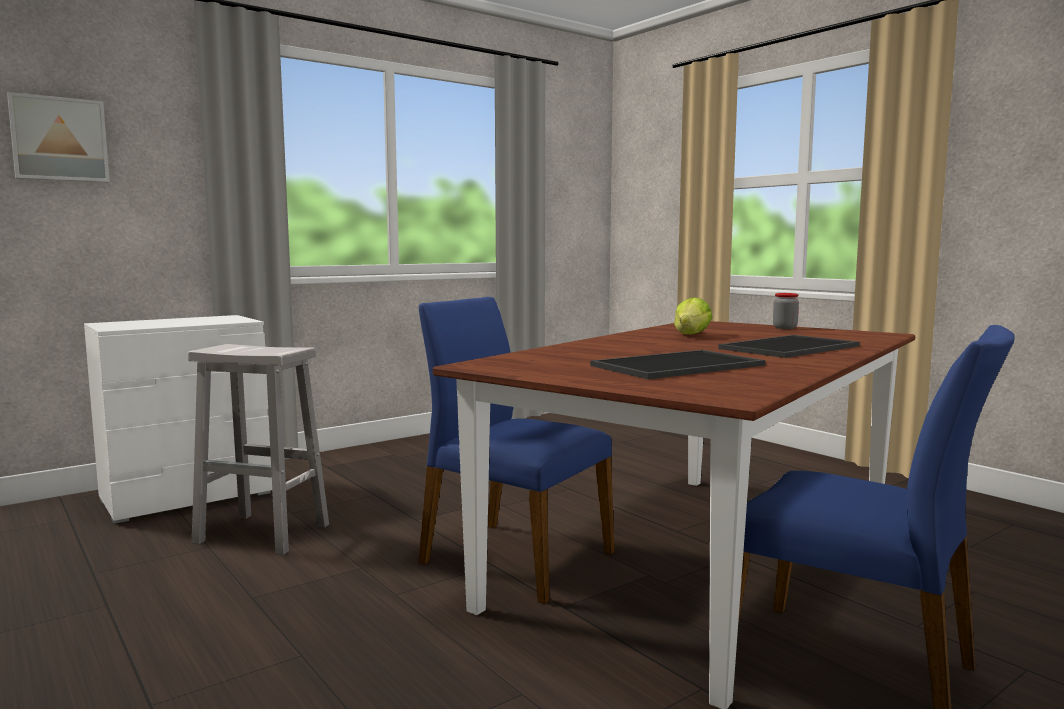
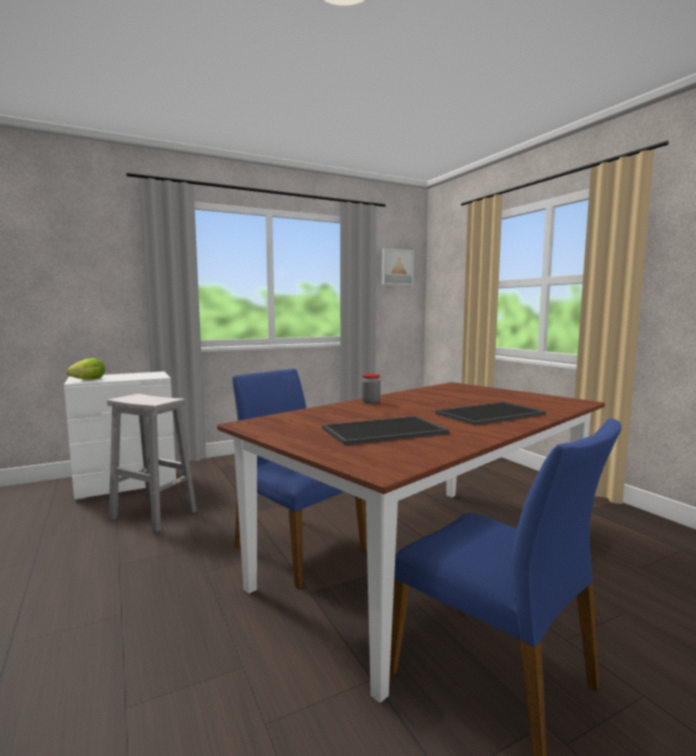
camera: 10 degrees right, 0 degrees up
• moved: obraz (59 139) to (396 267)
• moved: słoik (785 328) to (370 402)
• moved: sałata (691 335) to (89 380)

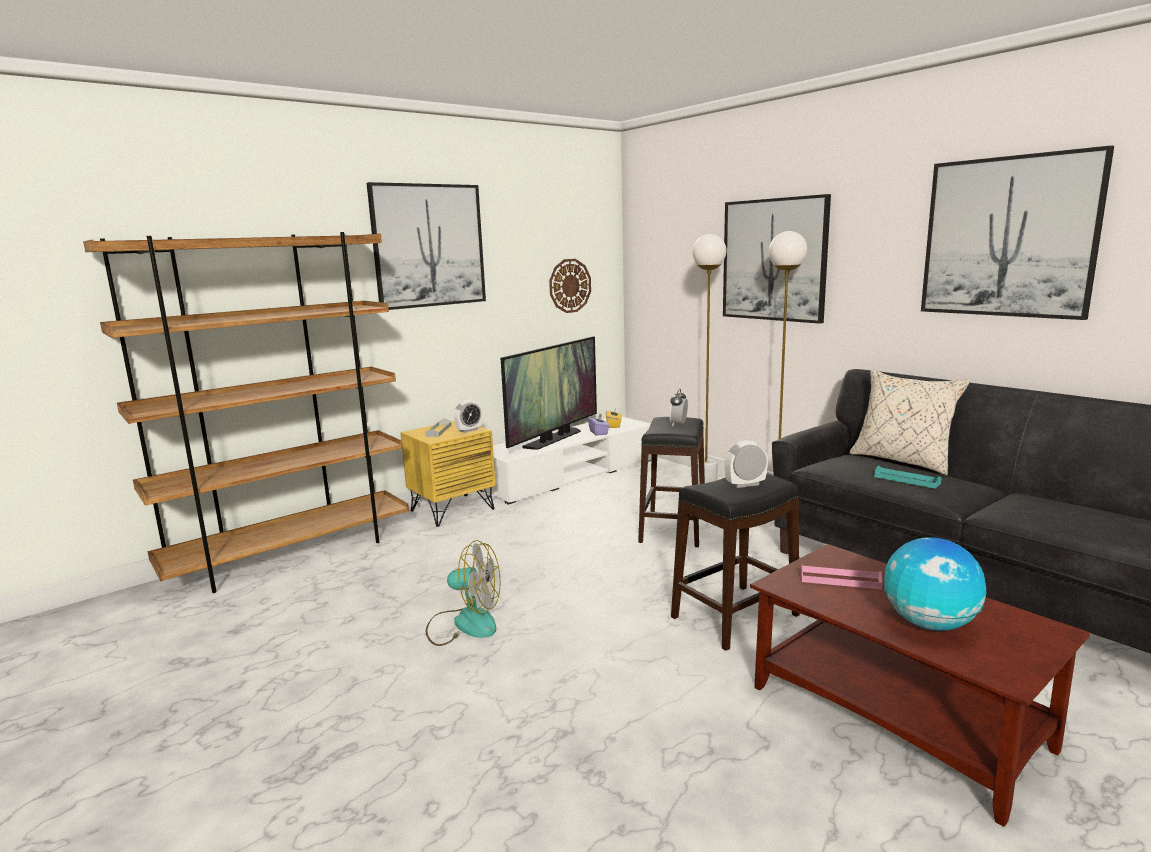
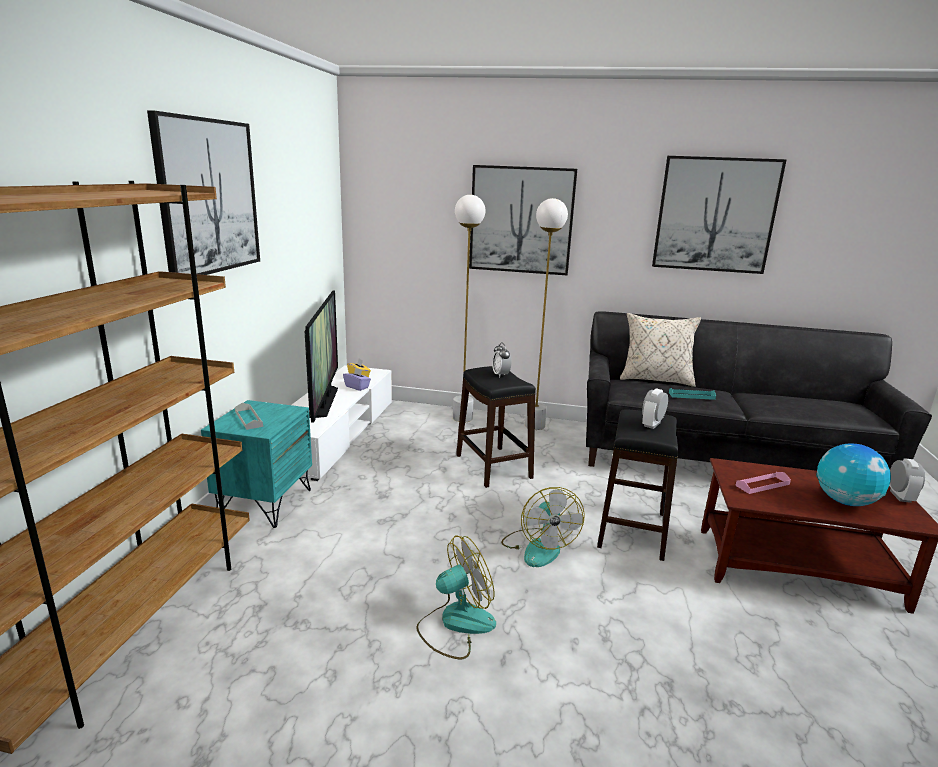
camera: 40 degrees left, 5 degrees up
• removed: zegar ścienny (570 285)
• moved: budzik (469 430) to (900 496)
• recoloured: szafka nocna (żółty) (452 510) to szafka nocna (turkusowy) (264 503)
• added: wentylator (538 547)

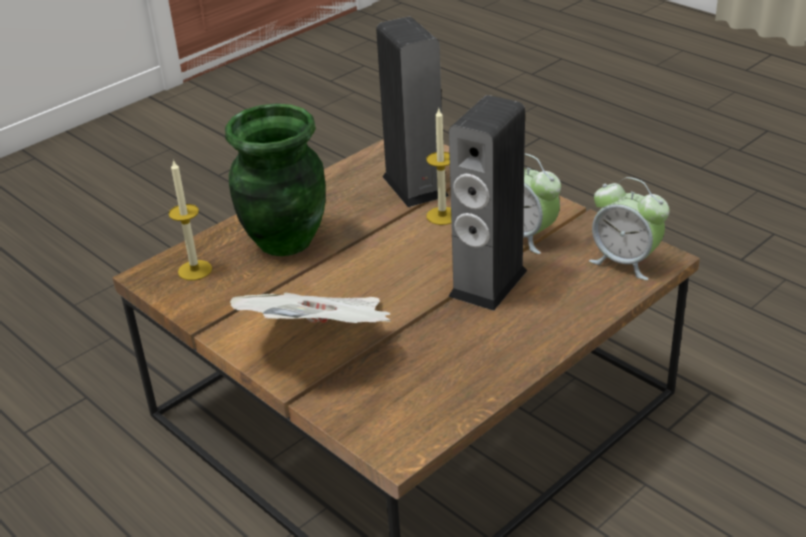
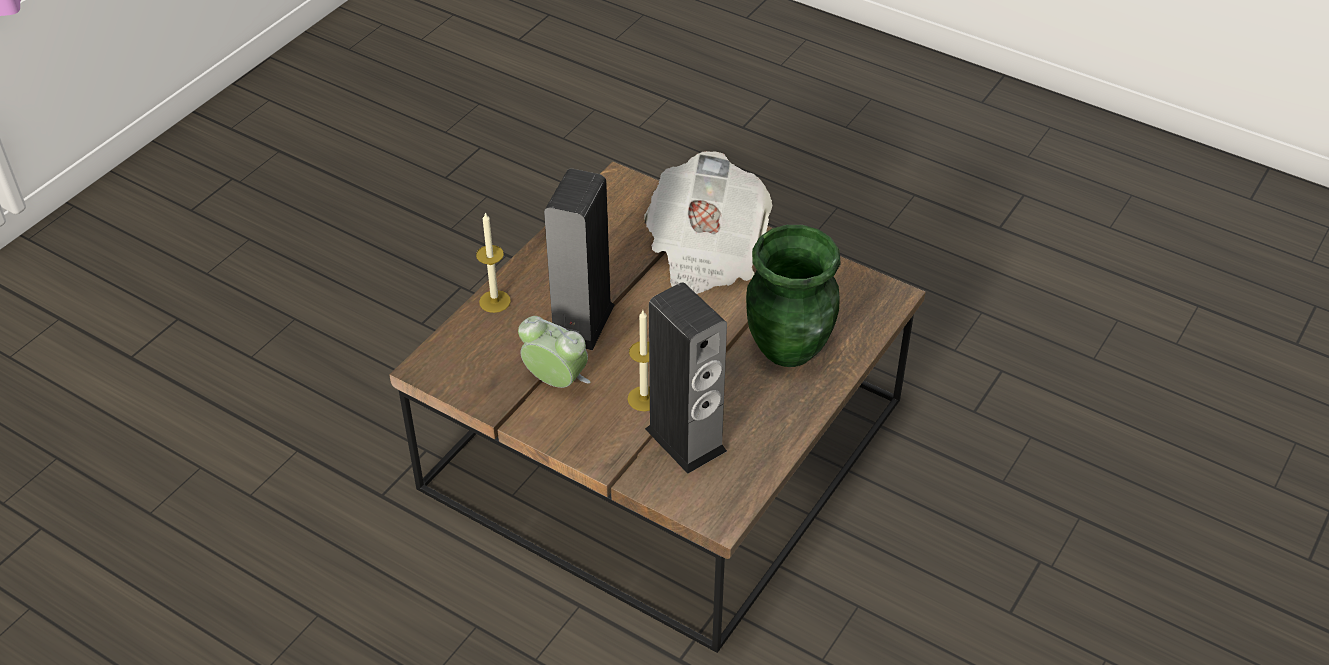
camera: 165 degrees right, 10 degrees up
• moved: świeca (195 270) to (495 301)
• removed: budzik (625 262)

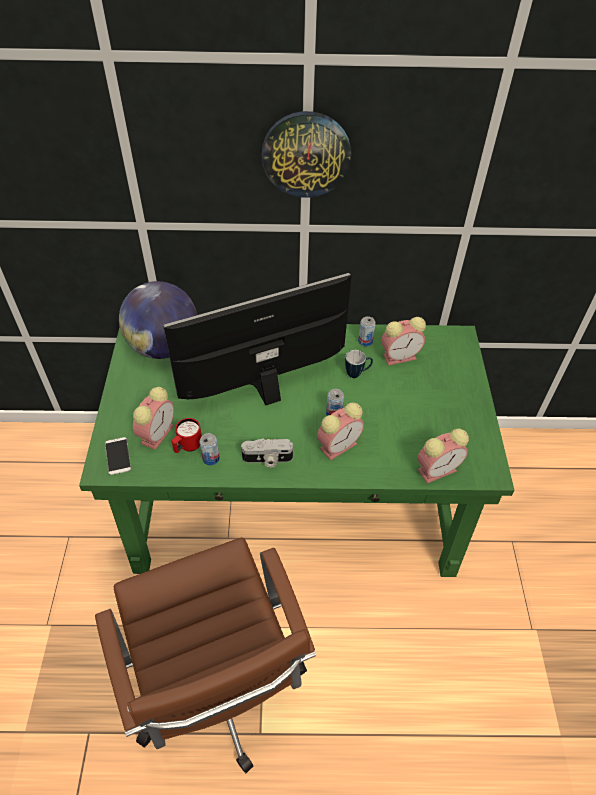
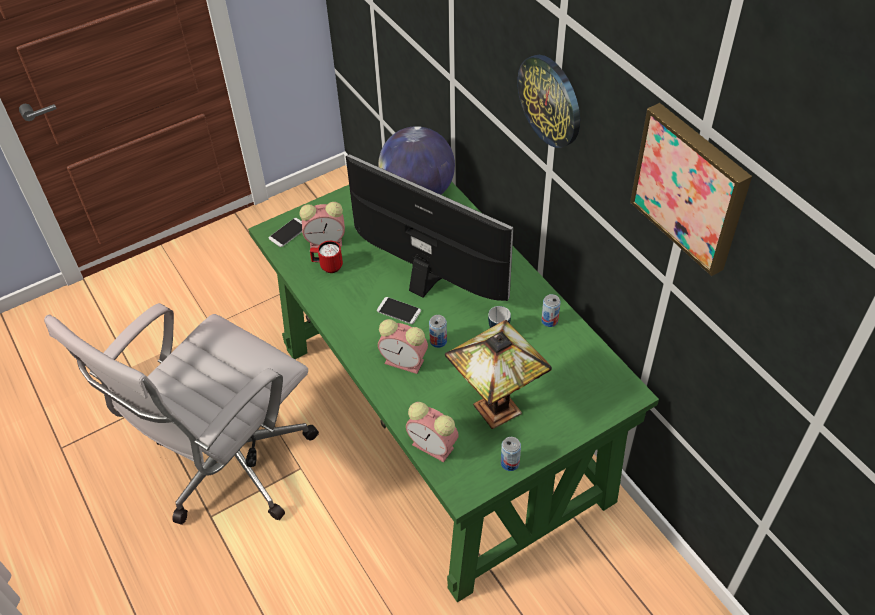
camera: 60 degrees right, 0 degrees up
• removed: budzik (400 356)
• moved: puszka (211 458) to (510 463)
• removed: aparat fotograficzny (267 459)
• recoloured: krzesło biurowe (brązowy) (219 689) to krzesło biurowe (biały) (229 467)
• added: obraz (692 187)
• added: telefon (399 311)
• added: lampa stołowa (495 412)

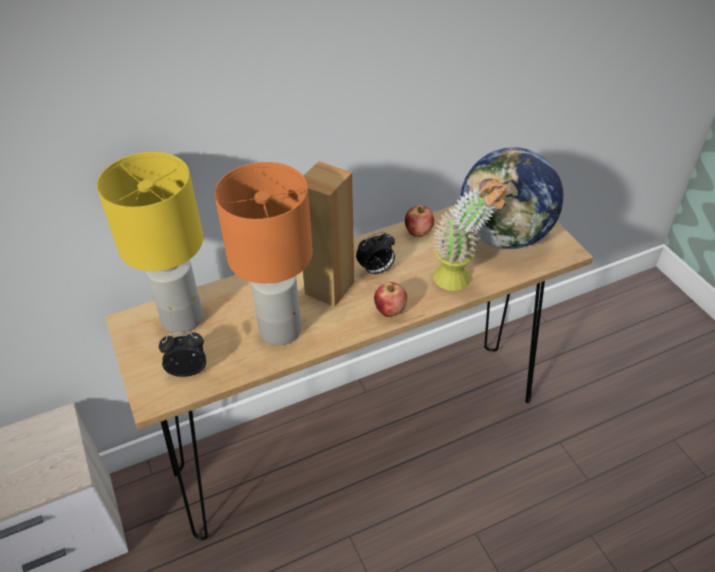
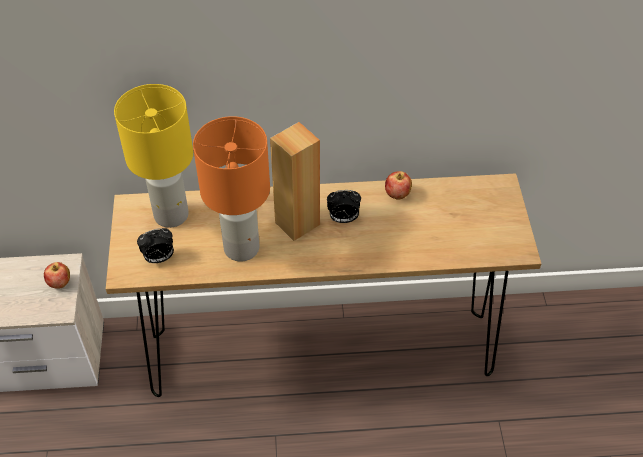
camera: 20 degrees right, 5 degrees up
• removed: globus (505 236)
• removed: roślina doniczkowa (460 282)
• moved: jabłko (390 311) to (60 283)
• turned: budzik (188 369) = (159 258) 150 degrees clockwise

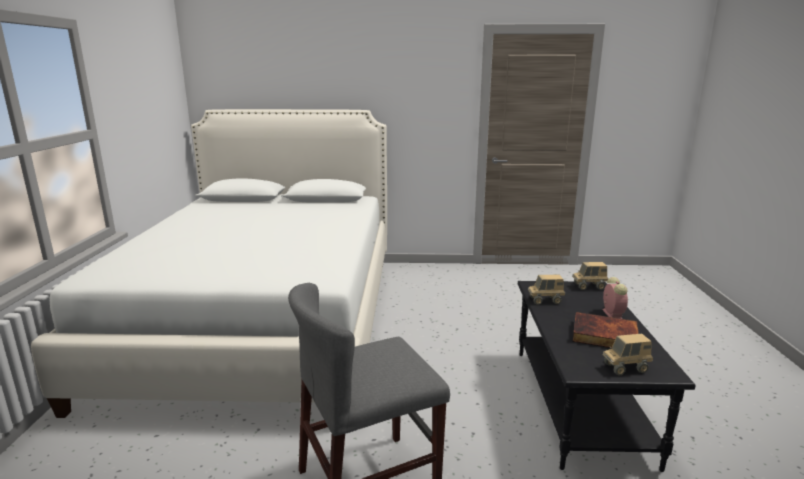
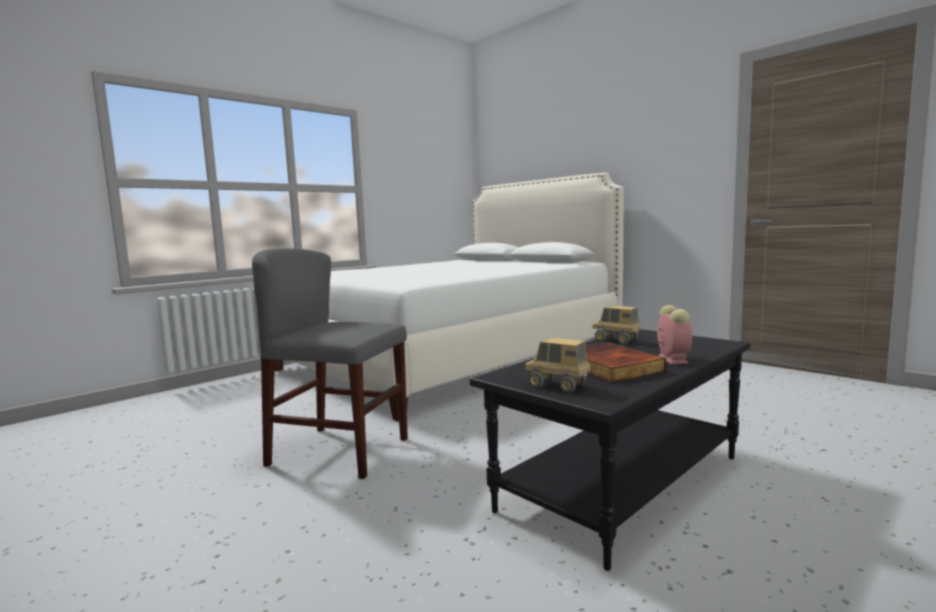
camera: 45 degrees right, 10 degrees down
• removed: ciężarówka zabawkowa (589 286)
• turned: budzik (611 314) = (671 359) 45 degrees counterclockwise

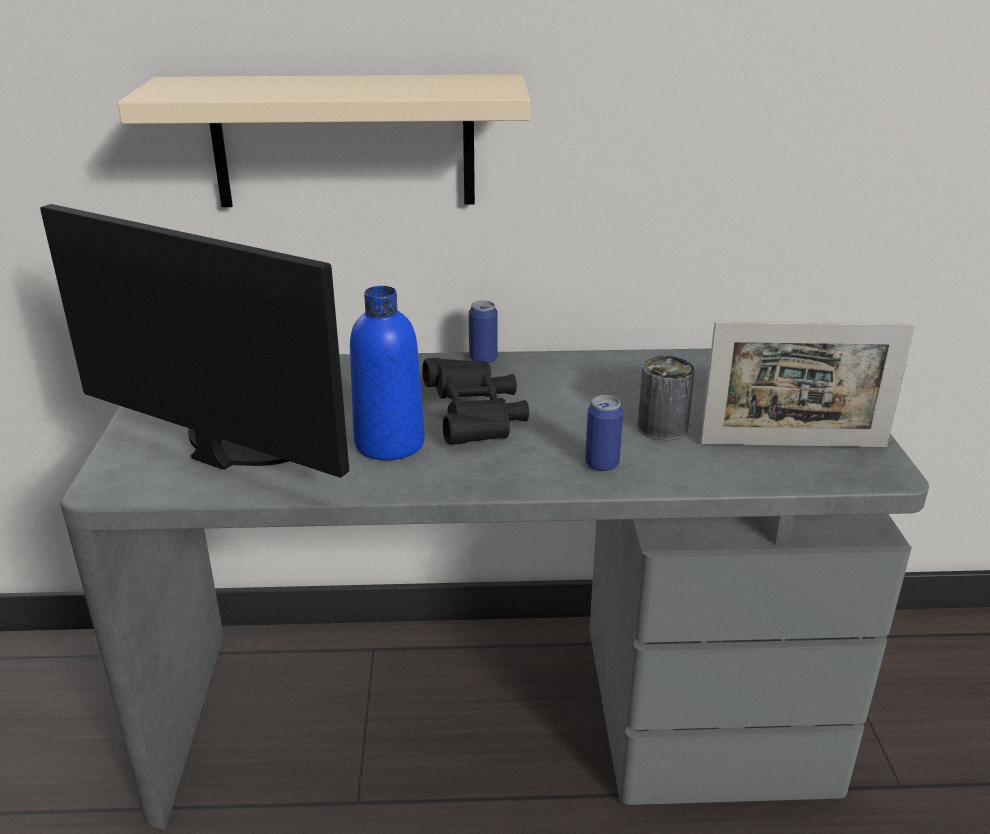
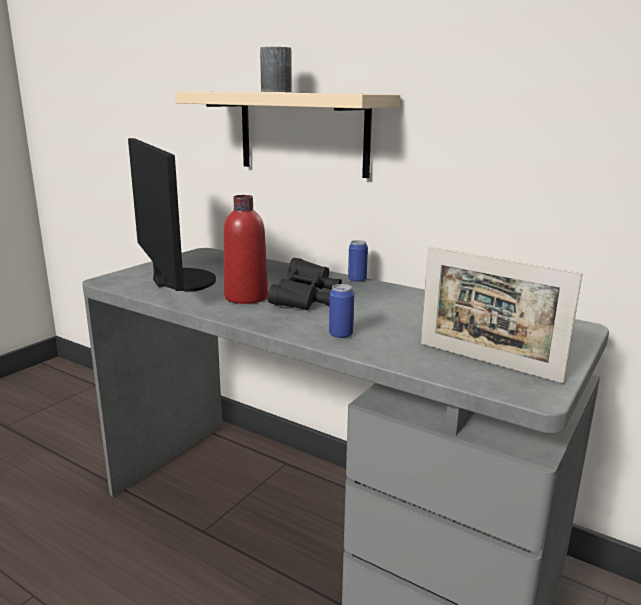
camera: 35 degrees right, 10 degrees down
• recoloured: butelka (niebieski) (389 443) to butelka (czerwony) (246 297)
• moved: puszka (662 427) to (276 92)

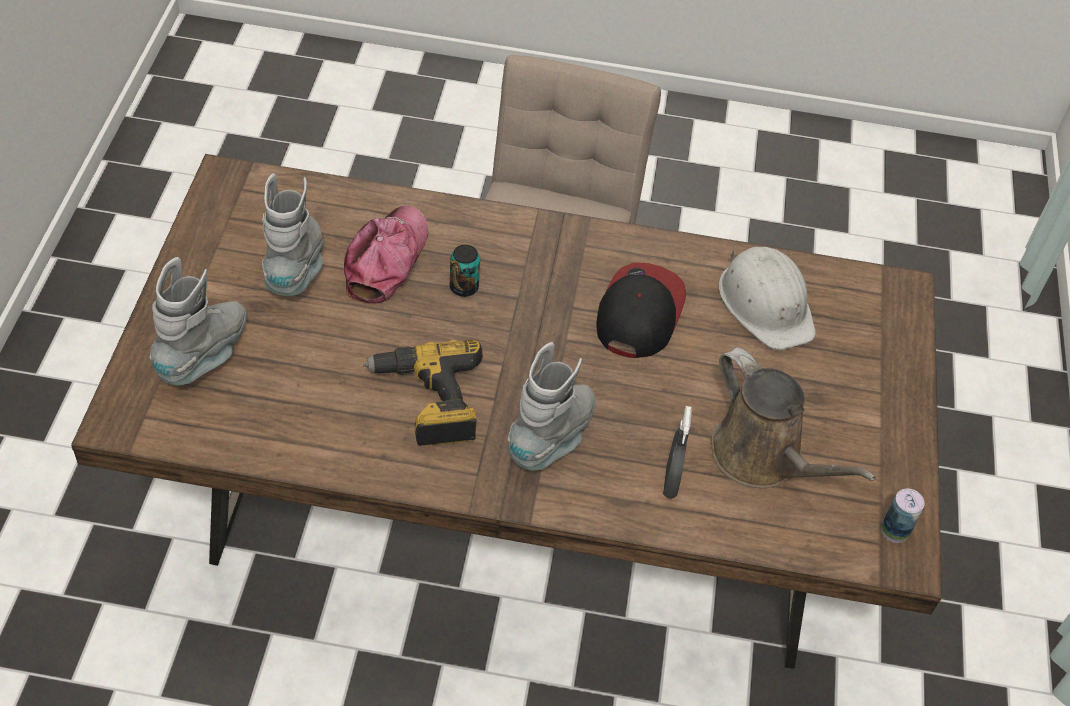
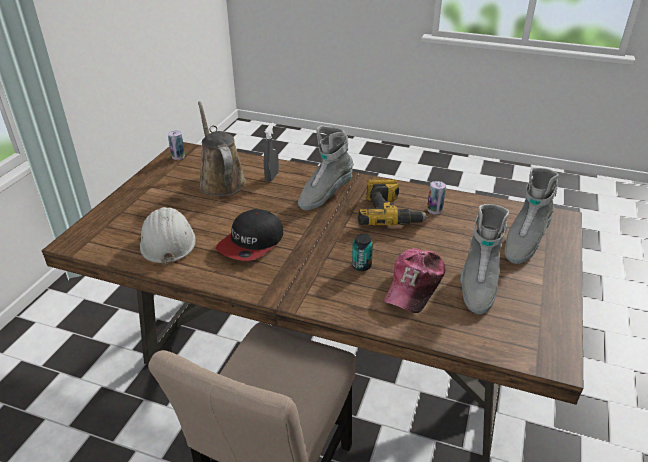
camera: 165 degrees left, 15 degrees down
• added: puszka (434 210)

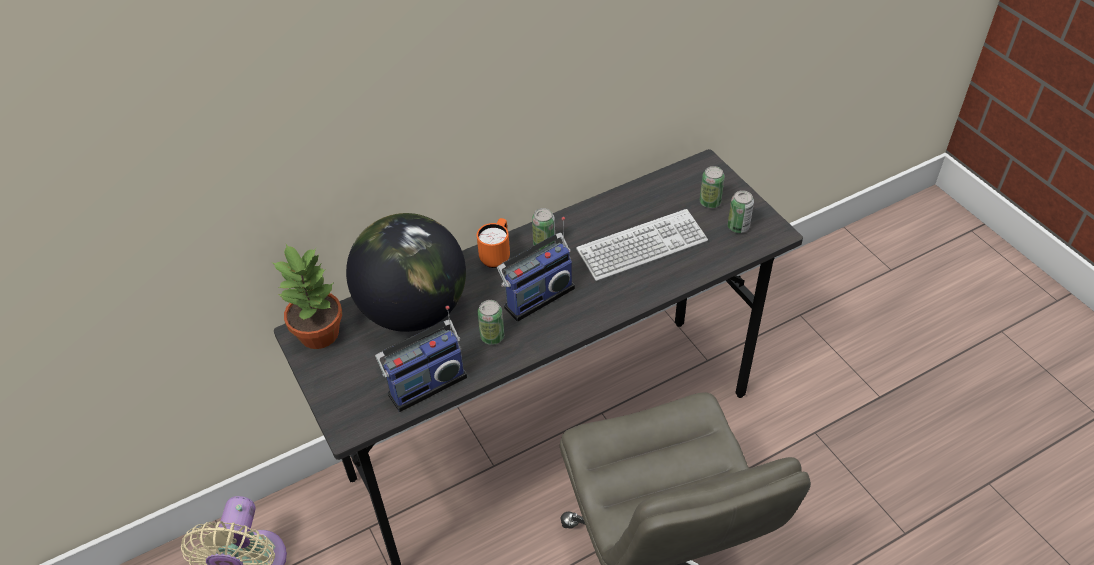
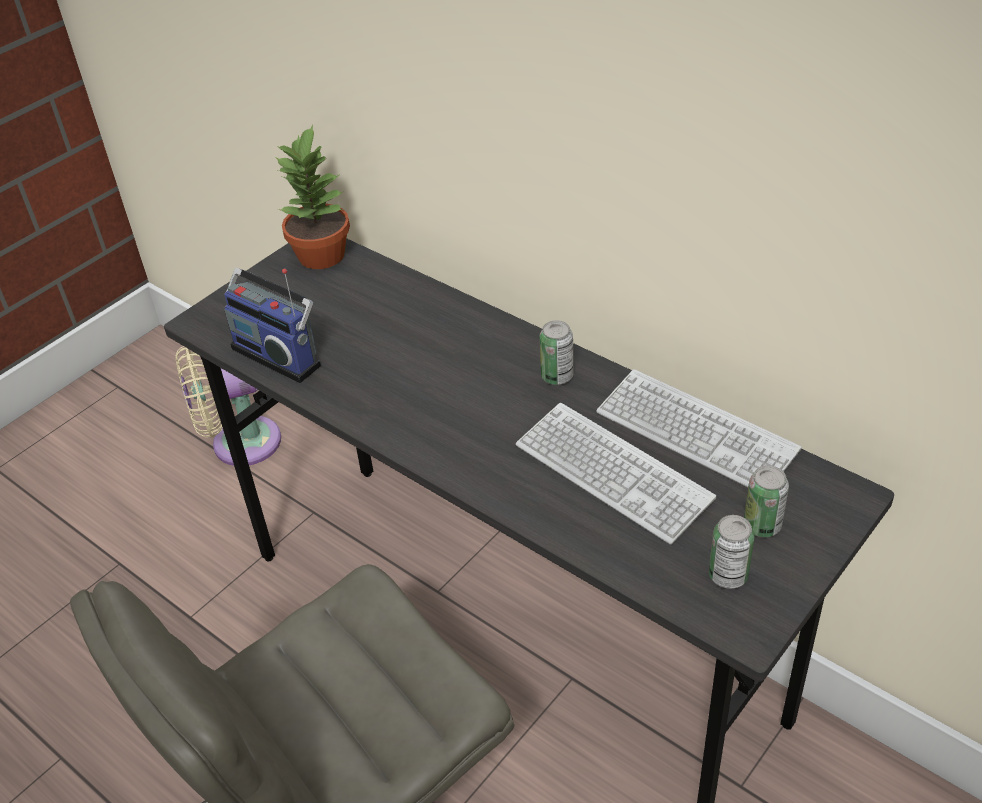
camera: 70 degrees right, 5 degrees down
• removed: globus (414 310)
• removed: radio (537 295)
• removed: kubek (pomarańczowy) (497 255)
• removed: puszka (492 337)
• added: klawiatura (695 433)

